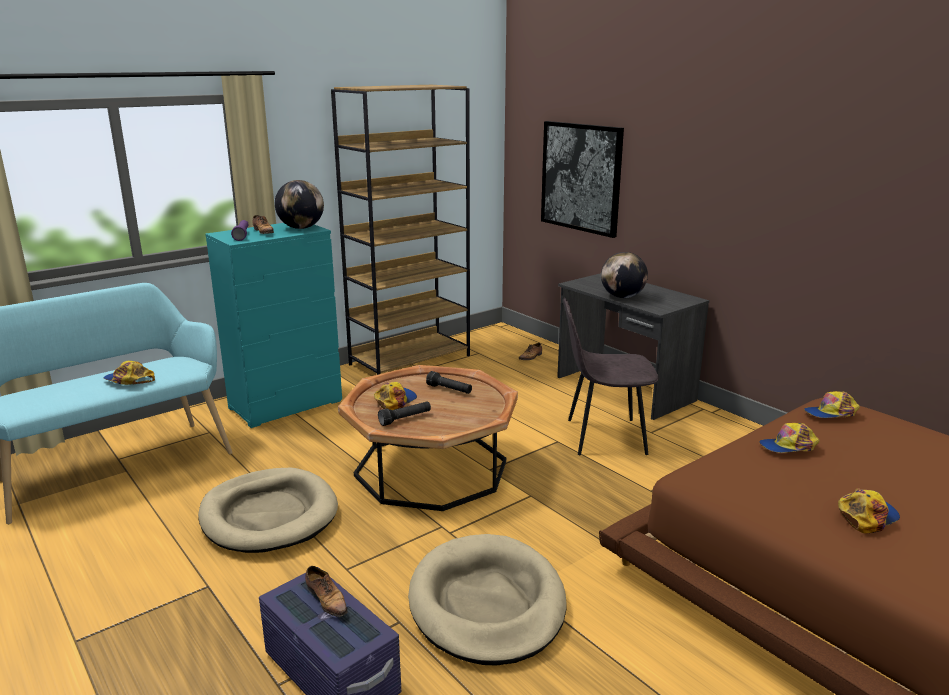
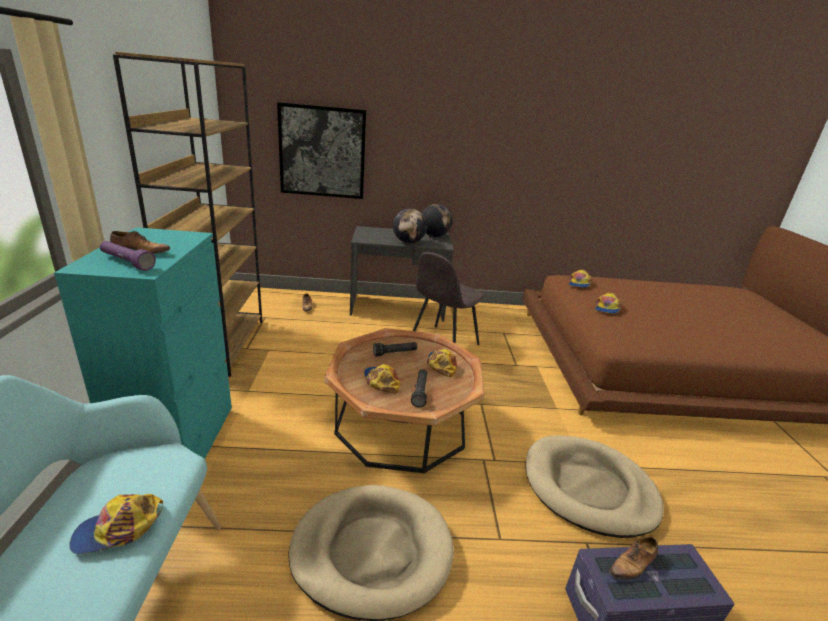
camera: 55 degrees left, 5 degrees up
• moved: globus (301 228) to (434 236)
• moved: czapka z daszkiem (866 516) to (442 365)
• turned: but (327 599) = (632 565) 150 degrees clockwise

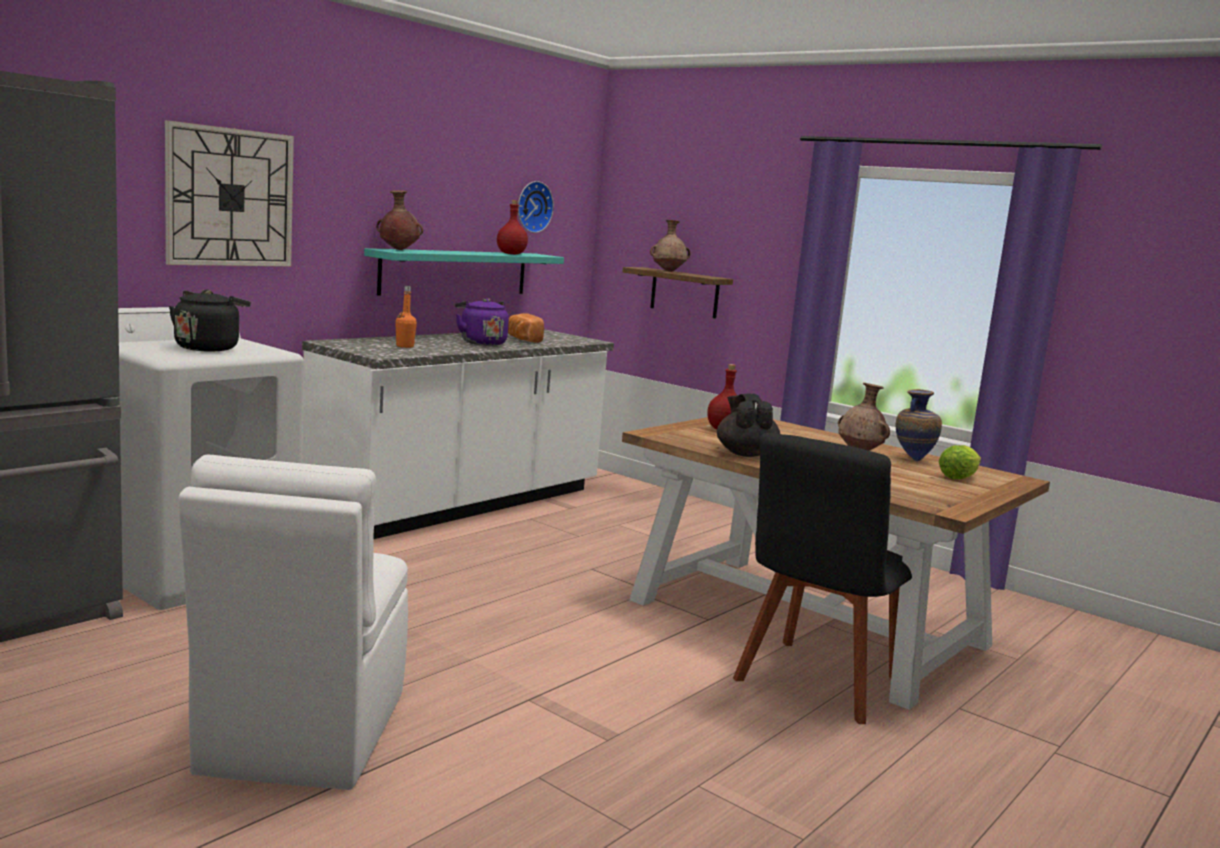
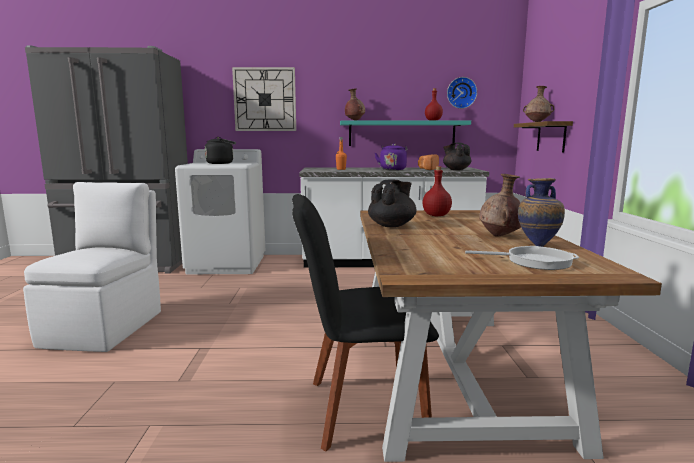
camera: 50 degrees right, 0 degrees up
• replaced: sałata (959 477) to patelnia (533 261)
• turned: krzesło (biały) (302 734) = (106 327) 135 degrees clockwise
• added: imbryk (czarny) (456 169)

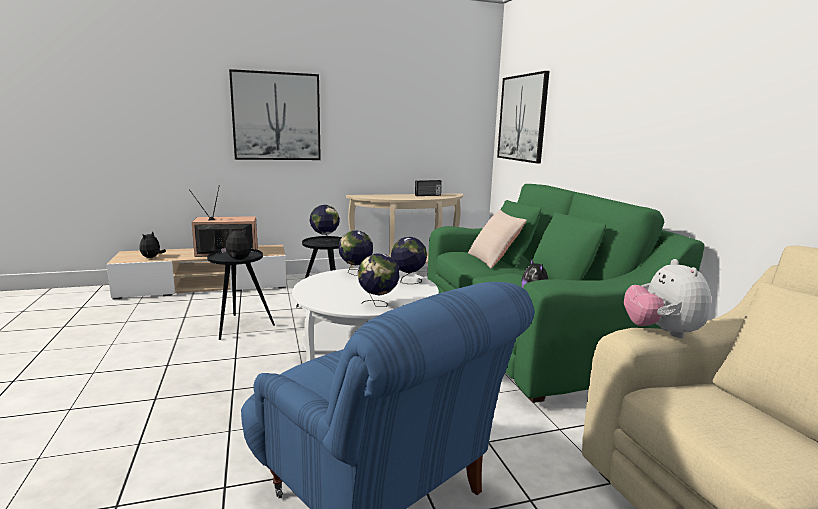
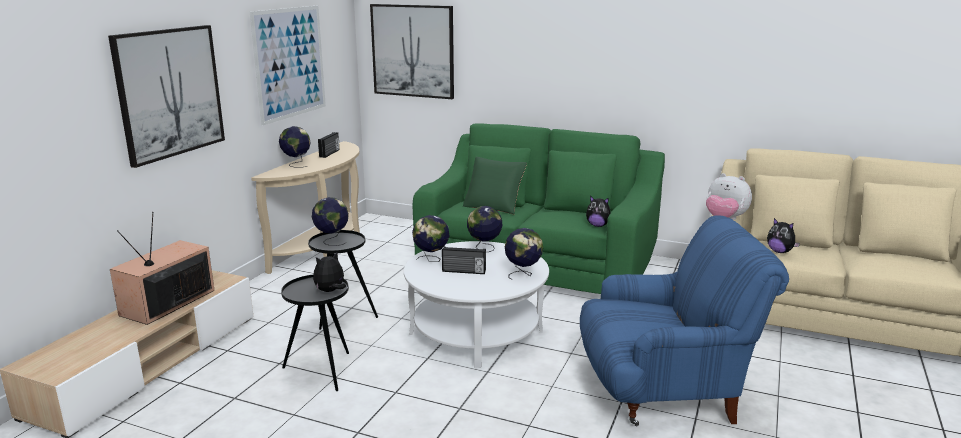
camera: 50 degrees left, 5 degrees up
• recoloured: poduszka (beżowy) (493 260) to poduszka (zielony) (494 206)
• moved: pluszak (152 257) to (780 251)
• added: obraz (290 63)
• added: globus (296 164)
• added: radio (463 271)

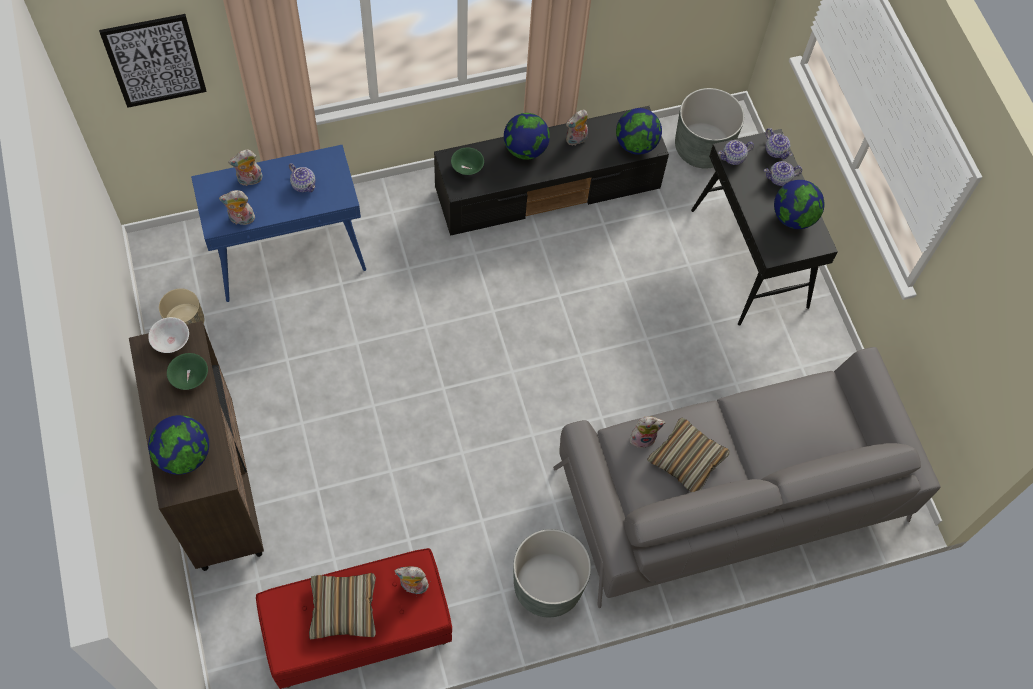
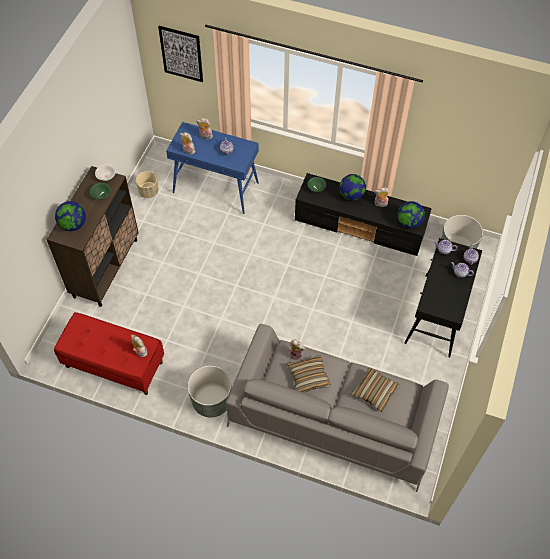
camera: 40 degrees right, 5 degrees down
• removed: globus (793 217)
• moved: poduszka (343 609) to (375 391)

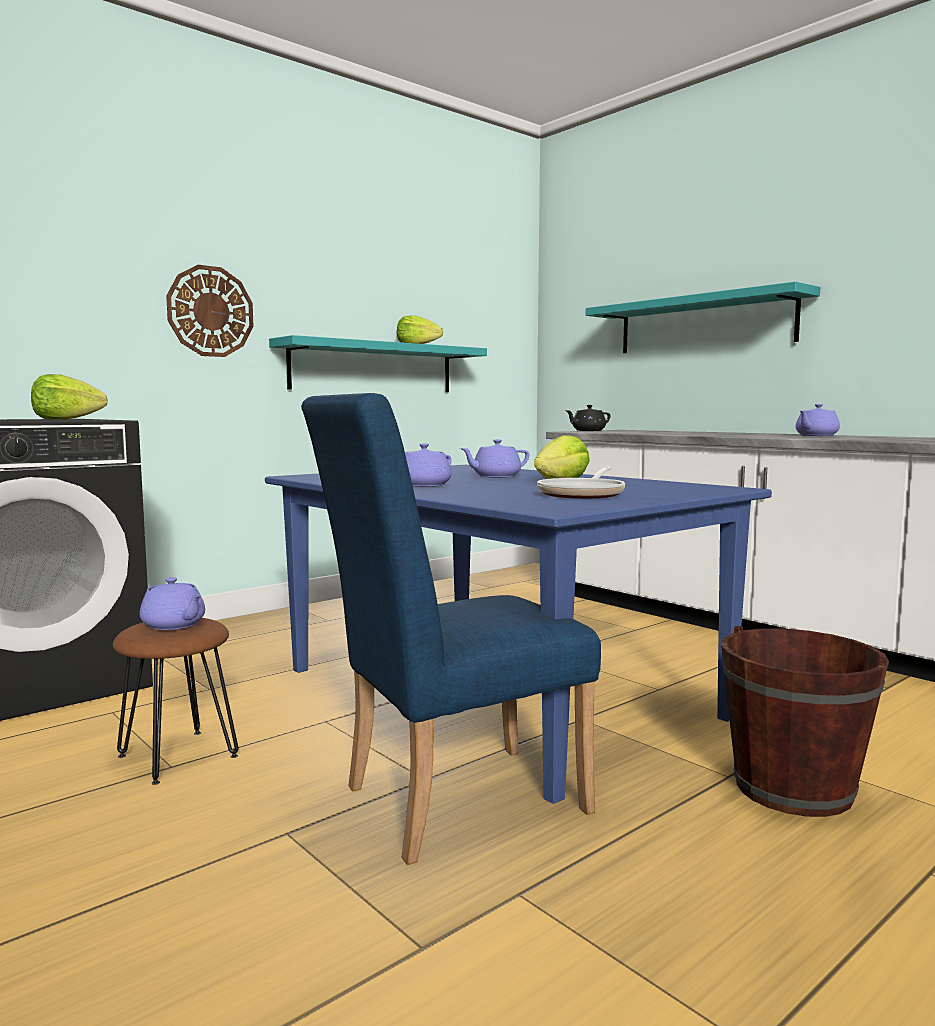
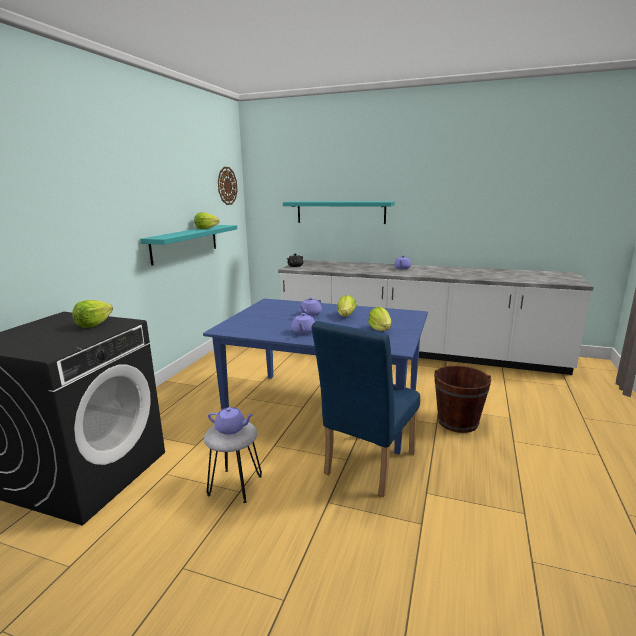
camera: 30 degrees left, 10 degrees up
• moved: zegar ścienny (210 311) to (227 186)
• replaced: patelnia (584 494) to sałata (380 330)
• recoloured: stołek (brązowy) (177 756) to stołek (szary) (234 485)

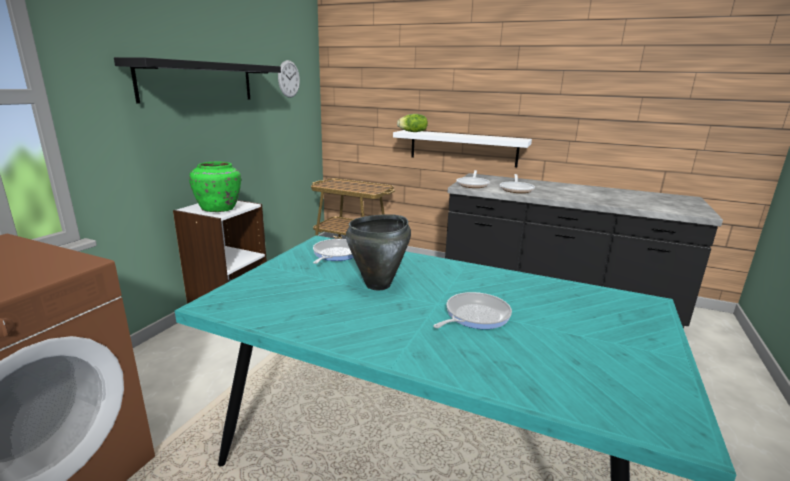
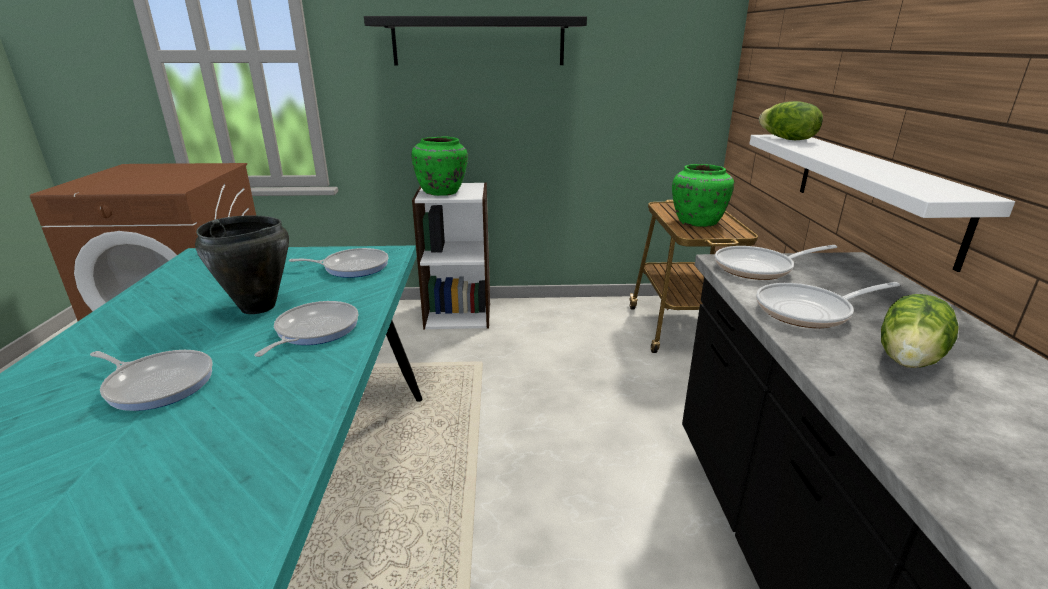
camera: 65 degrees right, 5 degrees up
• removed: zegar ścienny (289 79)
• added: wazon (zielony) (697 223)
• added: sałata (910 359)
• added: patelnia (314 330)

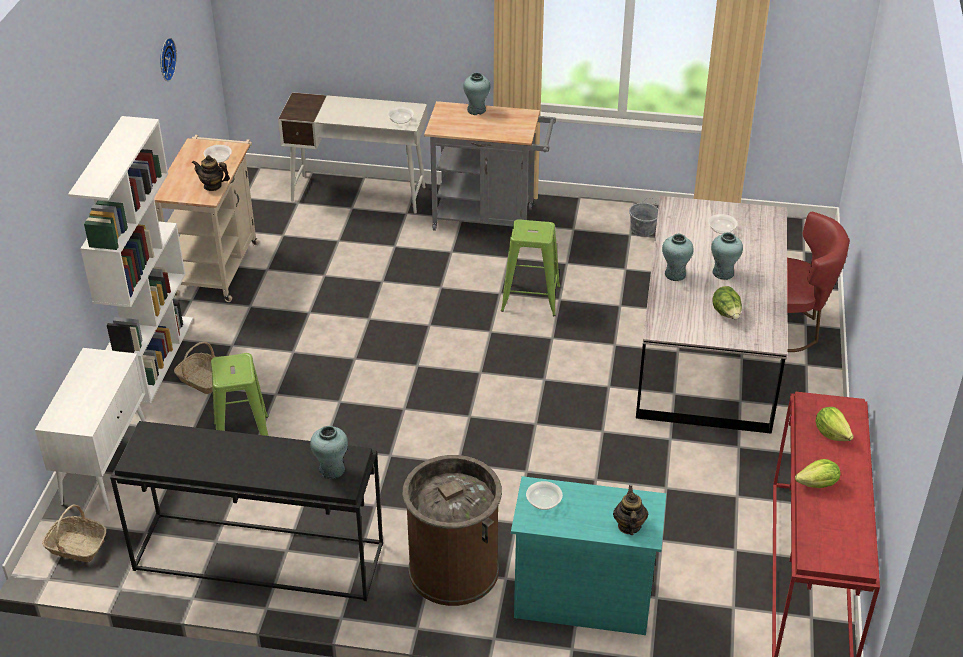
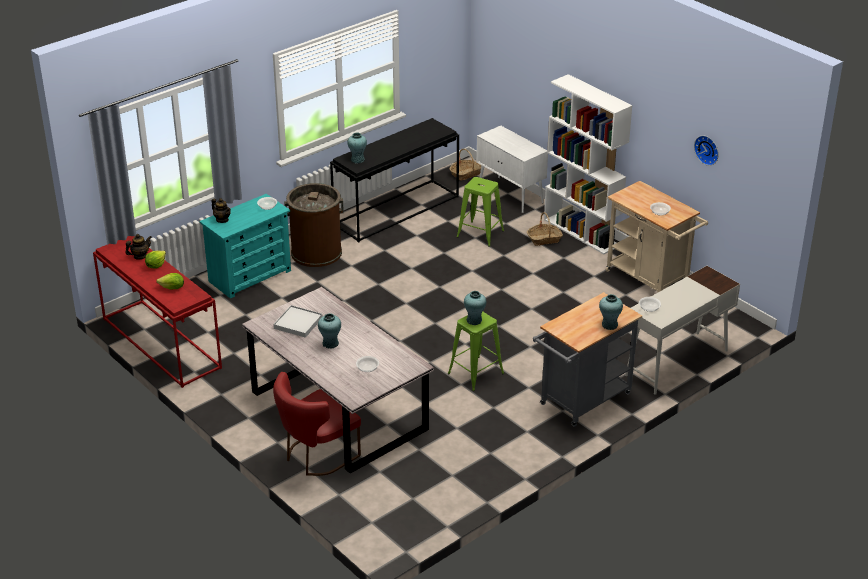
camera: 130 degrees right, 5 degrees down
• moved: imbryk (212 186) to (140 256)
• removed: wiadro (szary) (643 229)
• moved: wazon (turkusowy) (675 274) to (474 320)
• replaced: sałata (726 314) to taca (biały) (298 323)

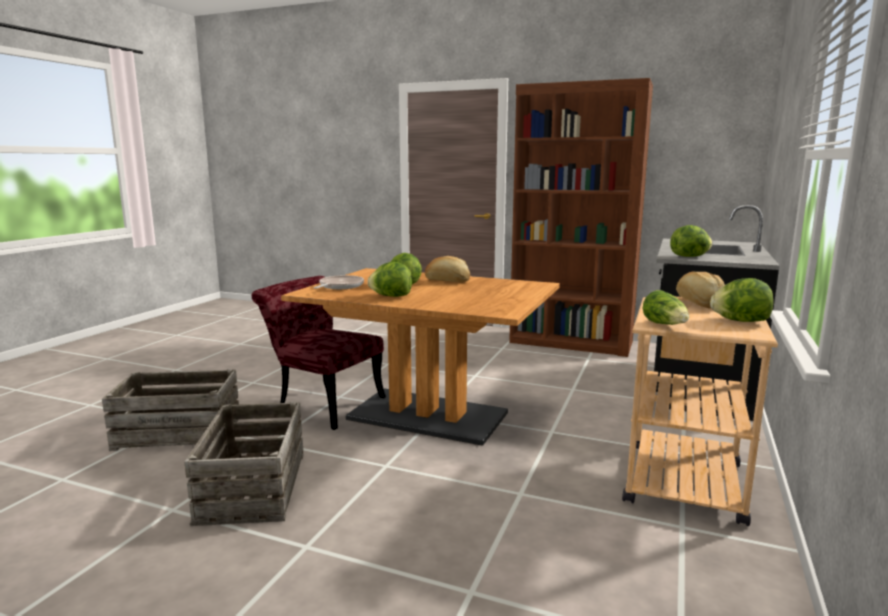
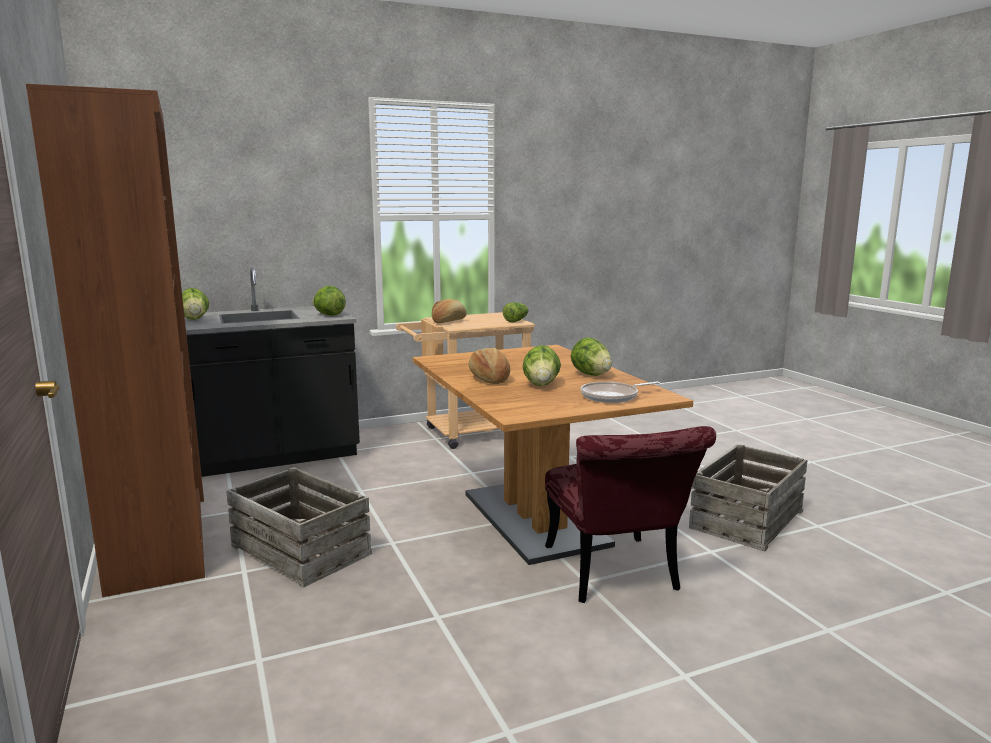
camera: 135 degrees left, 0 degrees up
• moved: sałata (740 321) to (194 319)
• moved: skrzynka (179 432) to (299 550)

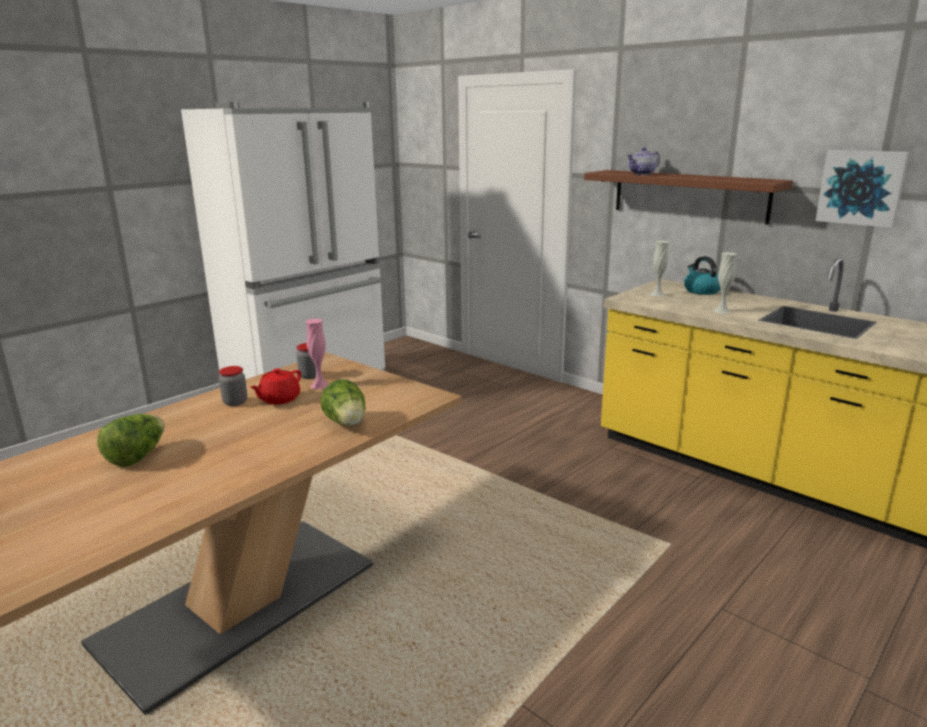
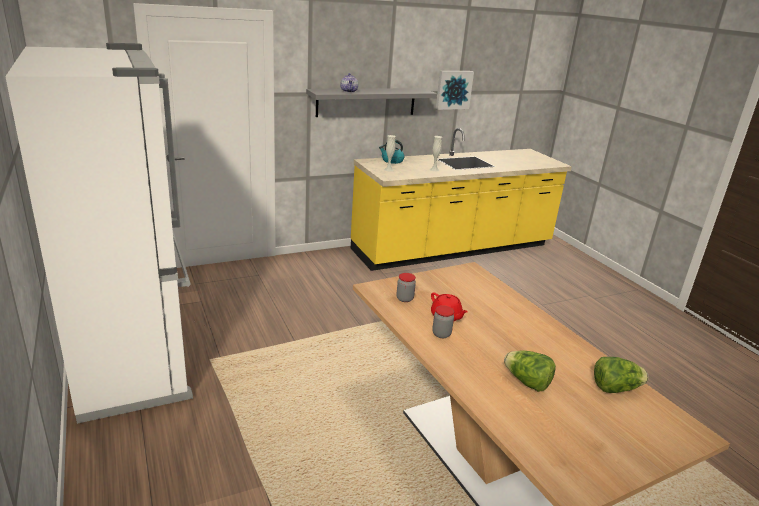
camera: 70 degrees left, 5 degrees up
• recoloured: półka (brązowy) (689 195) to półka (szary) (366 102)
• removed: wazon (różowy) (319 385)
• moved: sałata (347 424) to (615 388)

